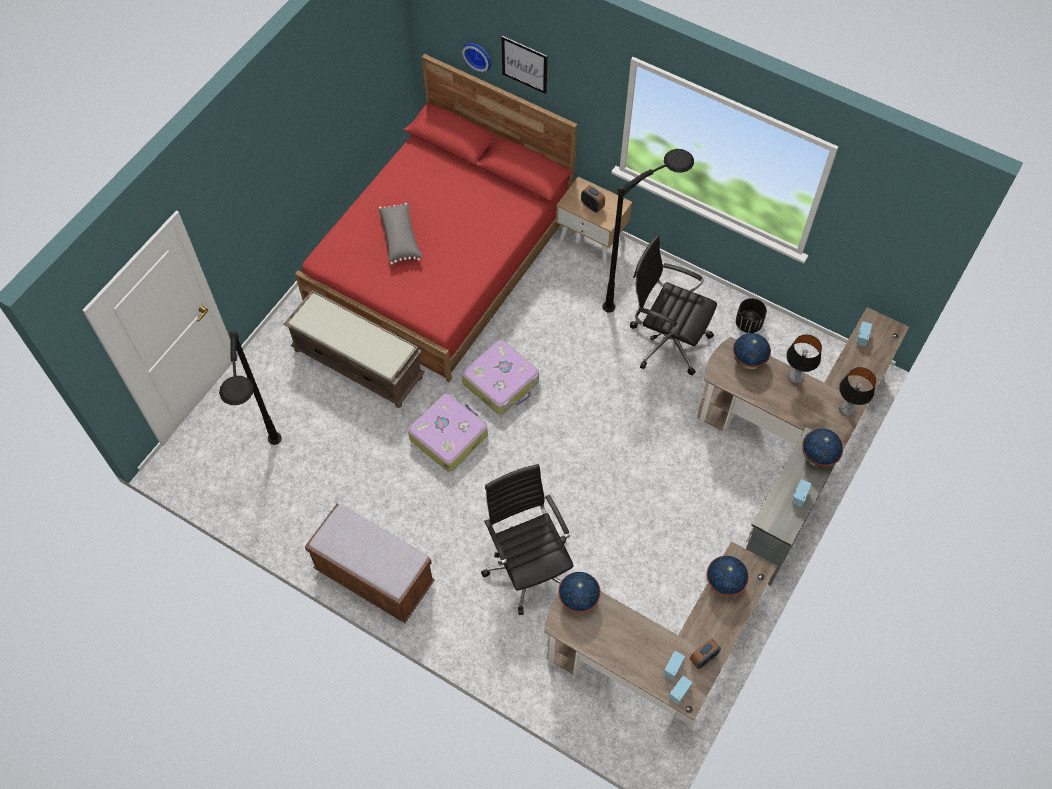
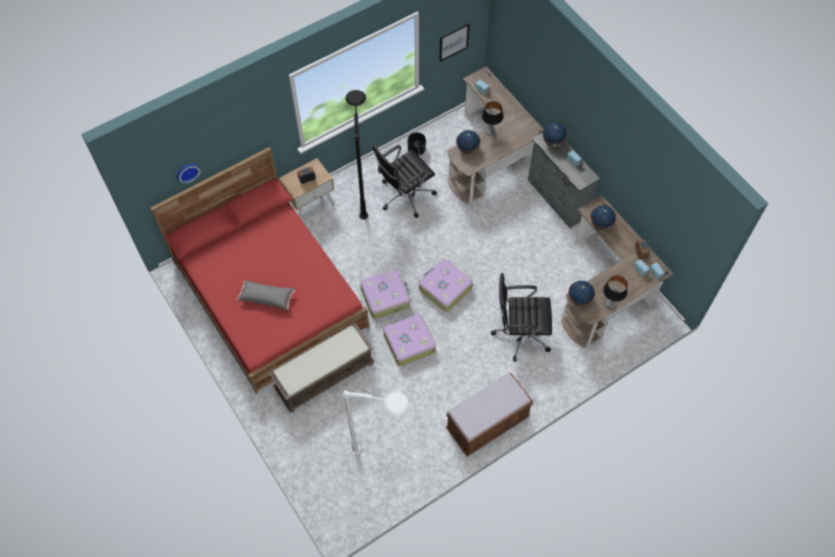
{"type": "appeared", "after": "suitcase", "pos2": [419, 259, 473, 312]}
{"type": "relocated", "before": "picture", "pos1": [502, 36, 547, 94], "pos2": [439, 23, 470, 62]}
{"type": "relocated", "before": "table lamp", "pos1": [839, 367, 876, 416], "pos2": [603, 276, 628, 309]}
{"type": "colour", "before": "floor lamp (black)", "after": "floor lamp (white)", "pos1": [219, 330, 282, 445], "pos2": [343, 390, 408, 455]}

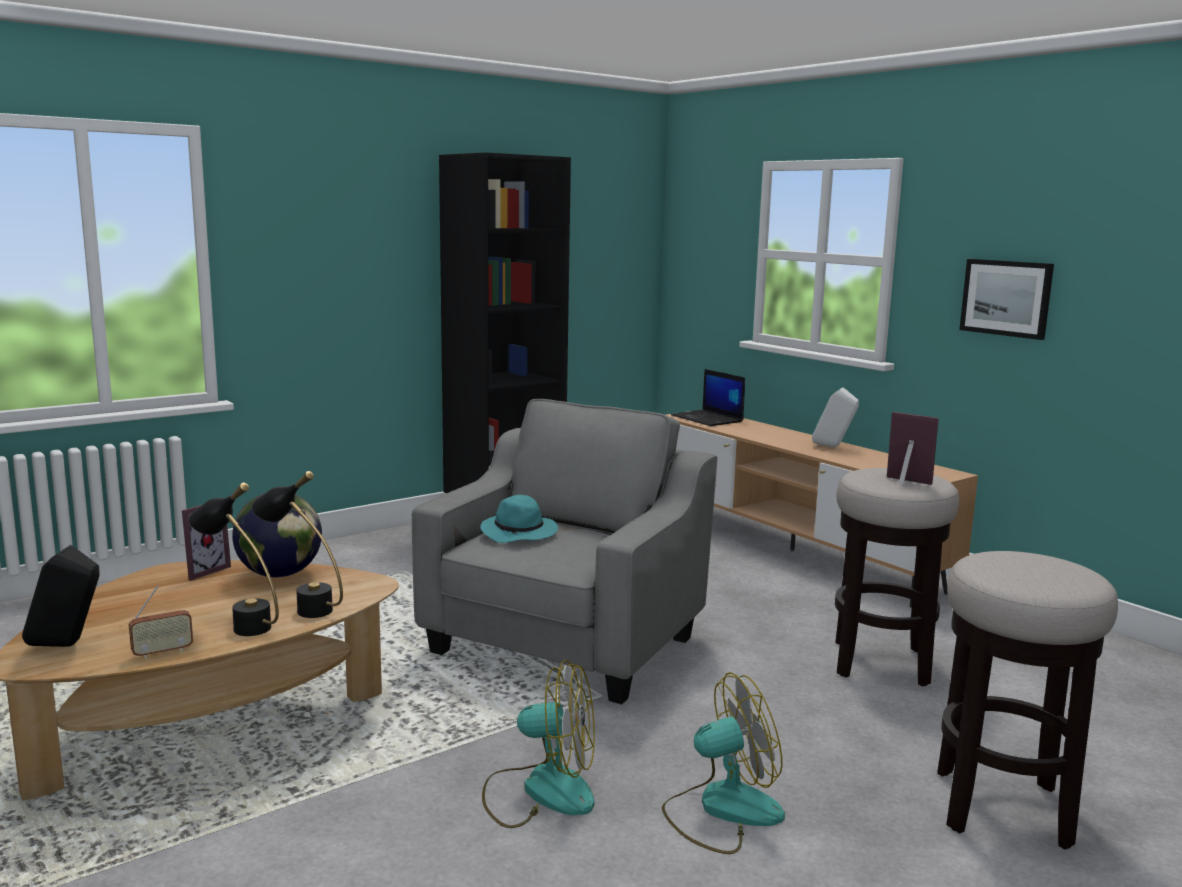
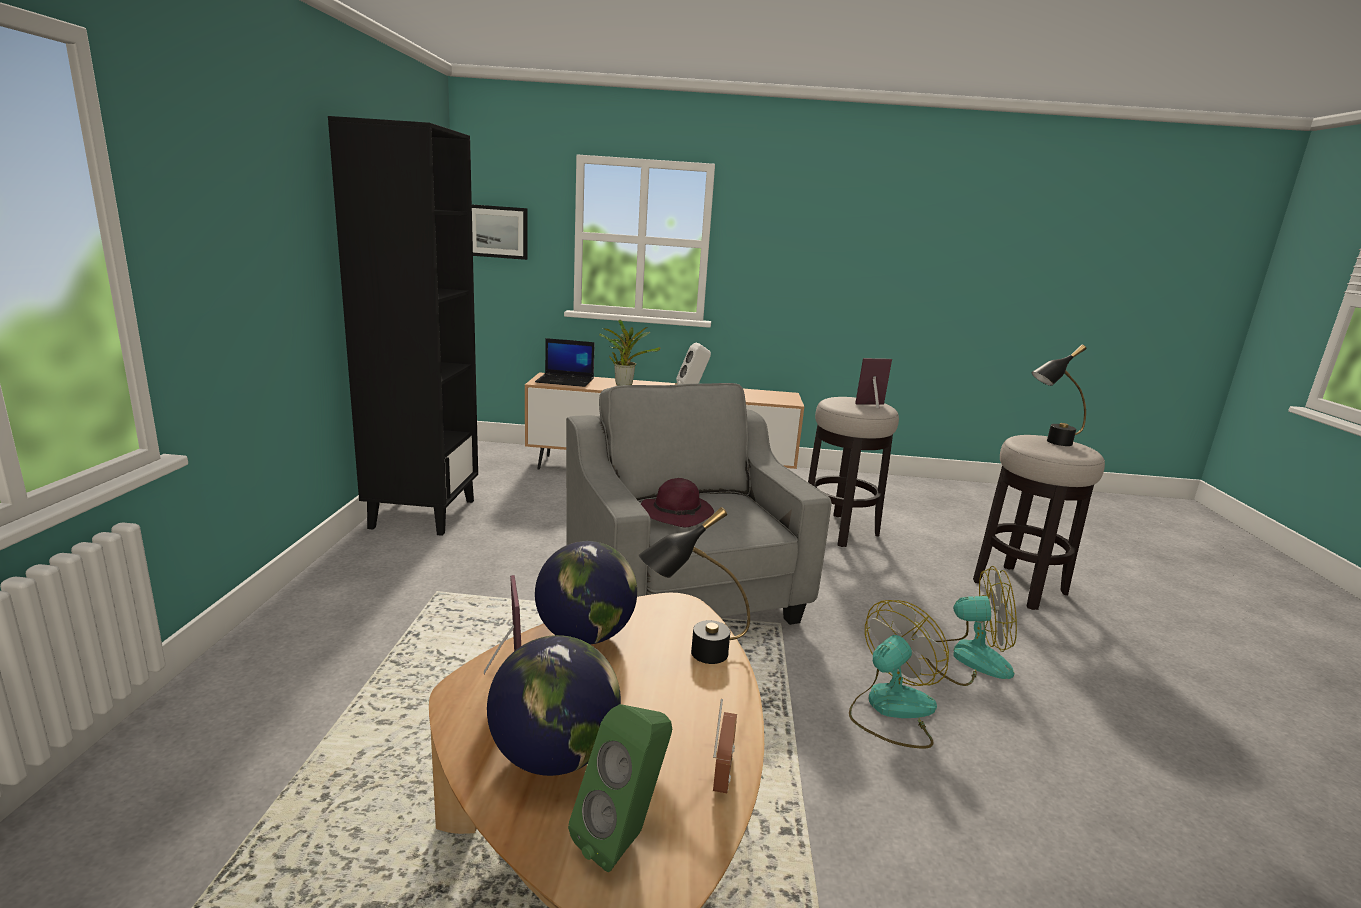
{"type": "appeared", "after": "globe", "pos2": [487, 635, 621, 776]}
{"type": "appeared", "after": "potted plant", "pos2": [599, 320, 661, 386]}
{"type": "relocated", "before": "table lamp (black)", "pos1": [189, 482, 279, 636], "pos2": [1031, 345, 1086, 446]}
{"type": "relocated", "before": "picture", "pos1": [959, 259, 1054, 340], "pos2": [472, 204, 528, 260]}
{"type": "colour", "before": "speaker (black)", "after": "speaker (green)", "pos1": [22, 545, 99, 647], "pos2": [568, 704, 672, 872]}
{"type": "colour", "before": "hat (turquoise)", "after": "hat (purple)", "pos1": [480, 495, 558, 543], "pos2": [641, 478, 714, 527]}
{"type": "spun", "before": "fan", "pos1": [662, 672, 785, 854], "pos2": [925, 566, 1017, 686], "turn": 75}

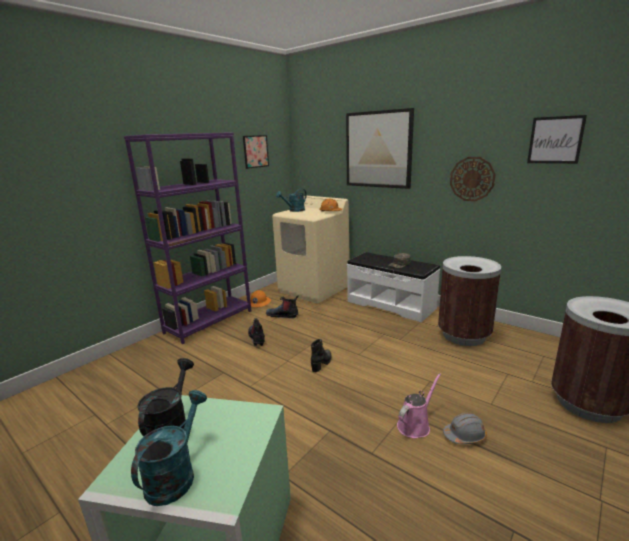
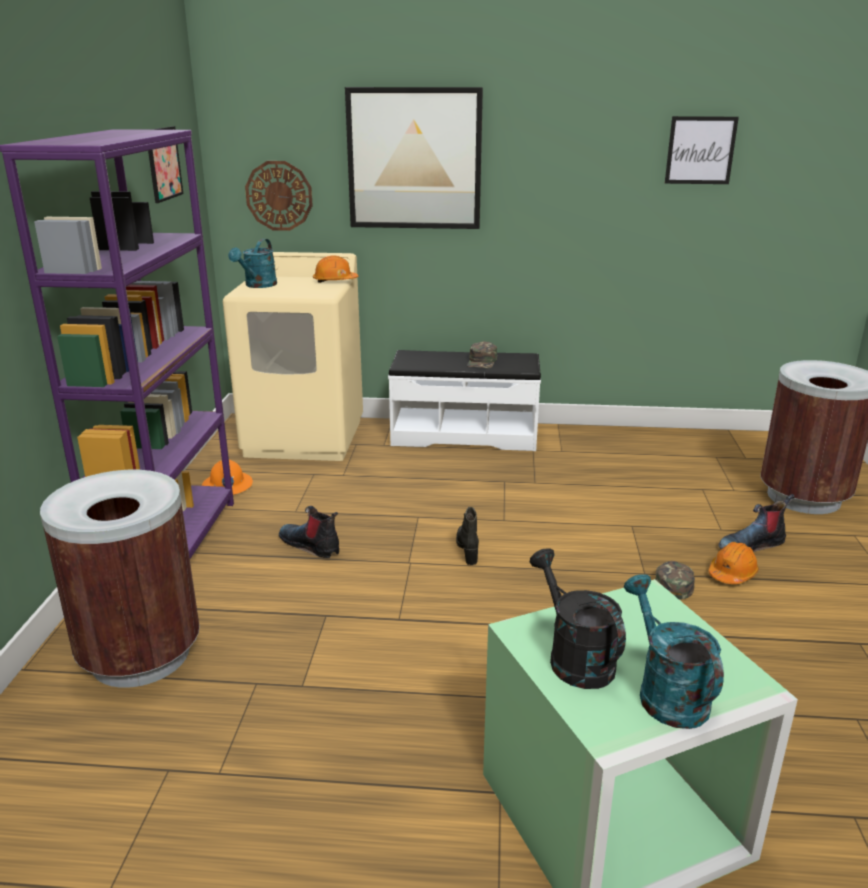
{"type": "relocated", "before": "boot", "pos1": [266, 296, 299, 318], "pos2": [718, 494, 795, 552]}
{"type": "relocated", "before": "trash can (brown)", "pos1": [438, 256, 501, 346], "pos2": [40, 470, 200, 688]}
{"type": "relocated", "before": "wall clock", "pos1": [450, 157, 496, 201], "pos2": [245, 161, 313, 231]}
{"type": "exchanged", "before": "watering can (pink)", "after": "cap (green)", "pos1": [397, 373, 441, 438], "pos2": [655, 561, 695, 600]}
{"type": "colour", "before": "hard hat (grey)", "after": "hard hat (orange)", "pos1": [443, 413, 487, 444], "pos2": [708, 542, 759, 584]}

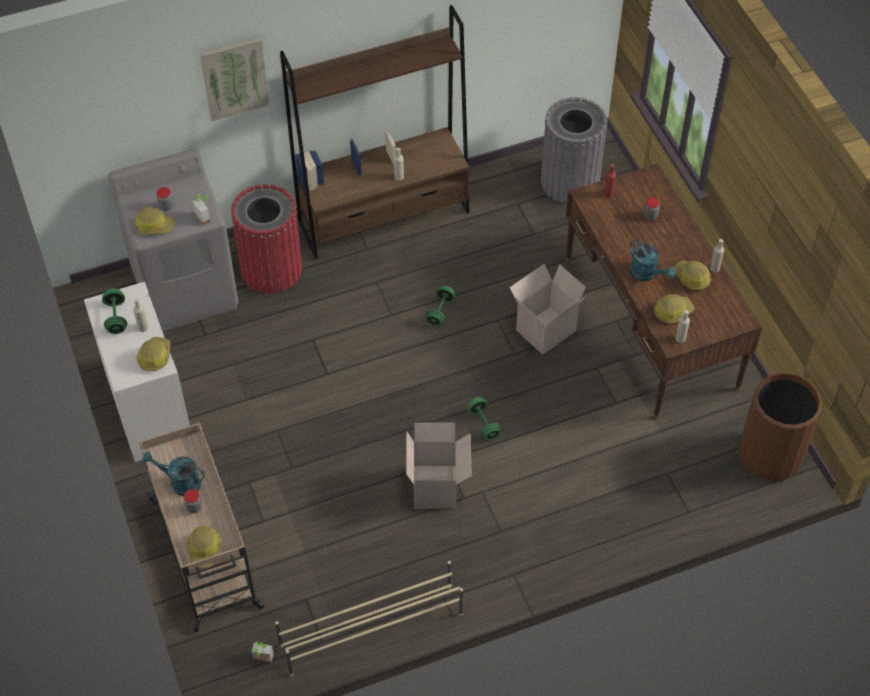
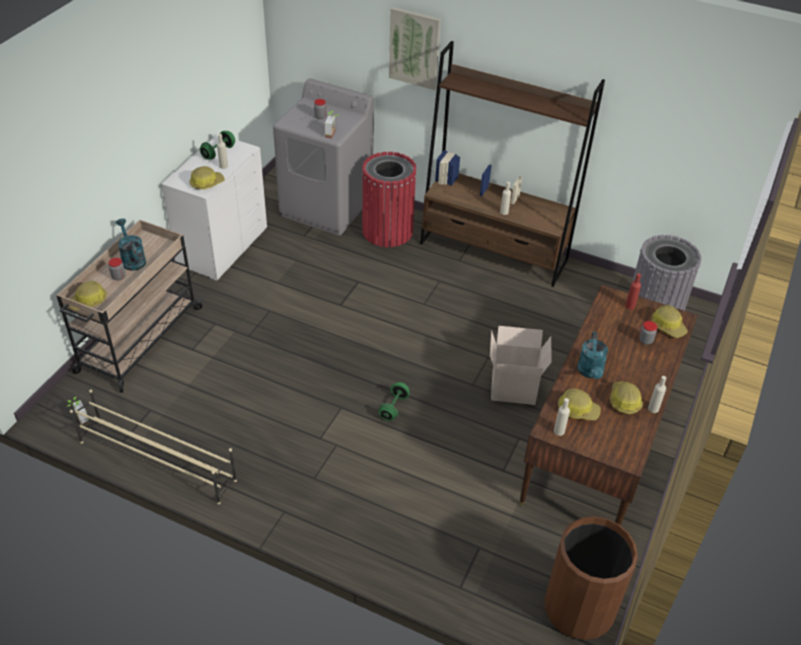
{"type": "missing", "before": "cardboard box", "pos1": [406, 423, 472, 509]}
{"type": "missing", "before": "dumbbell (green)", "pos1": [425, 286, 455, 326]}
{"type": "relocated", "before": "hard hat", "pos1": [134, 206, 175, 235], "pos2": [651, 305, 688, 338]}

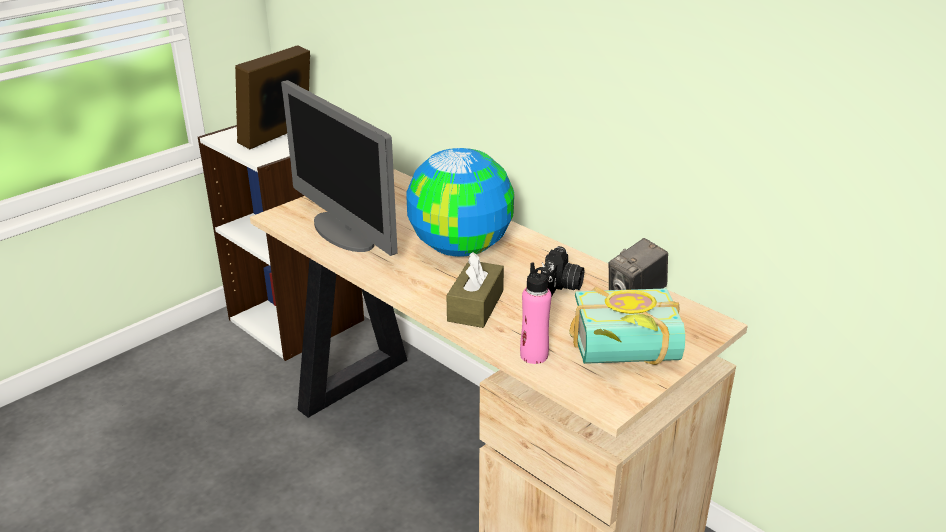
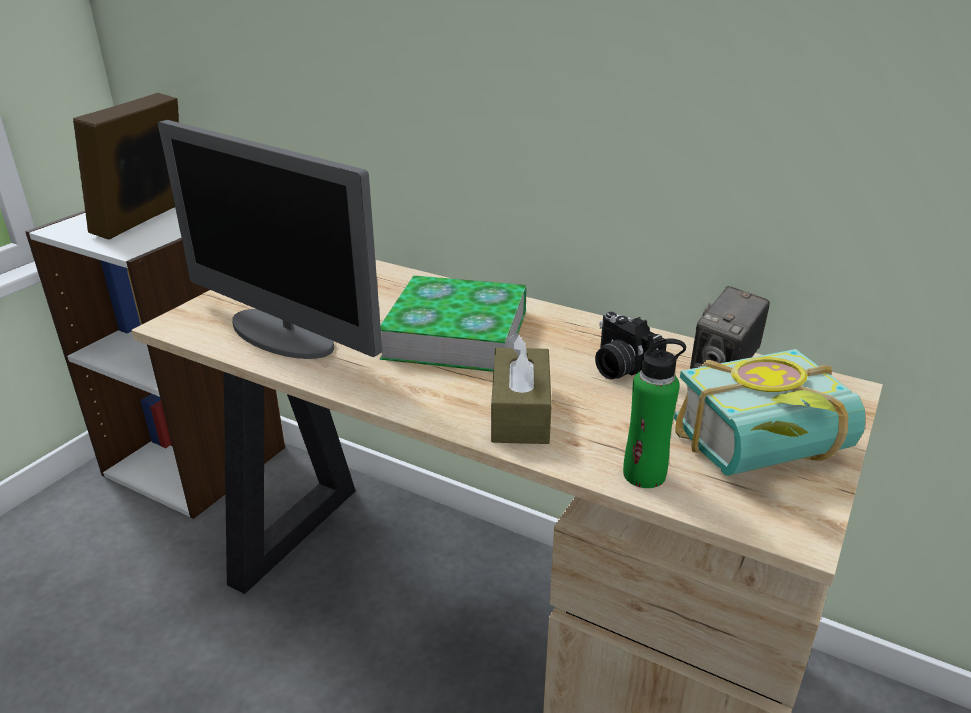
{"type": "exchanged", "before": "globe", "after": "book", "pos1": [406, 148, 514, 257], "pos2": [380, 275, 527, 372]}
{"type": "colour", "before": "bottle (pink)", "after": "bottle (green)", "pos1": [520, 262, 552, 364], "pos2": [623, 333, 686, 488]}
{"type": "spun", "before": "photo camera", "pos1": [541, 246, 584, 295], "pos2": [595, 312, 667, 379], "turn": 135}

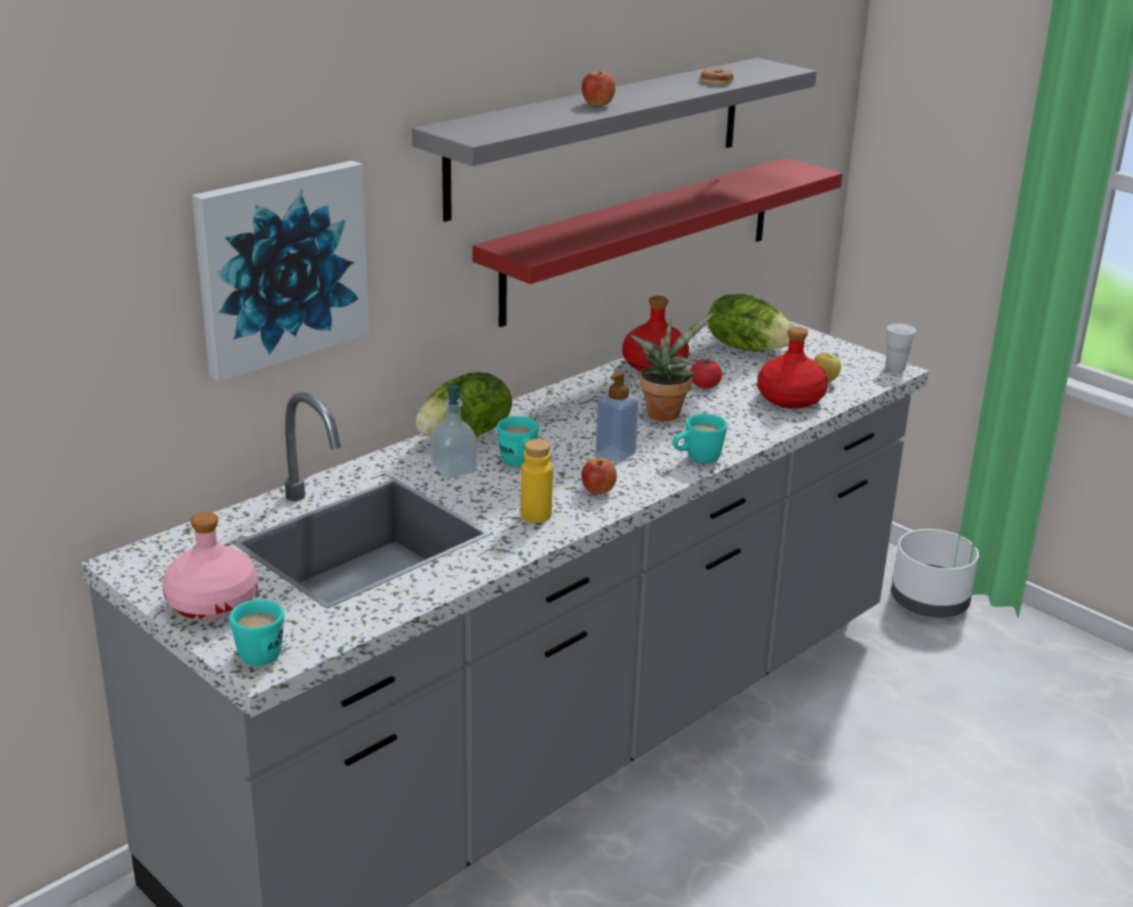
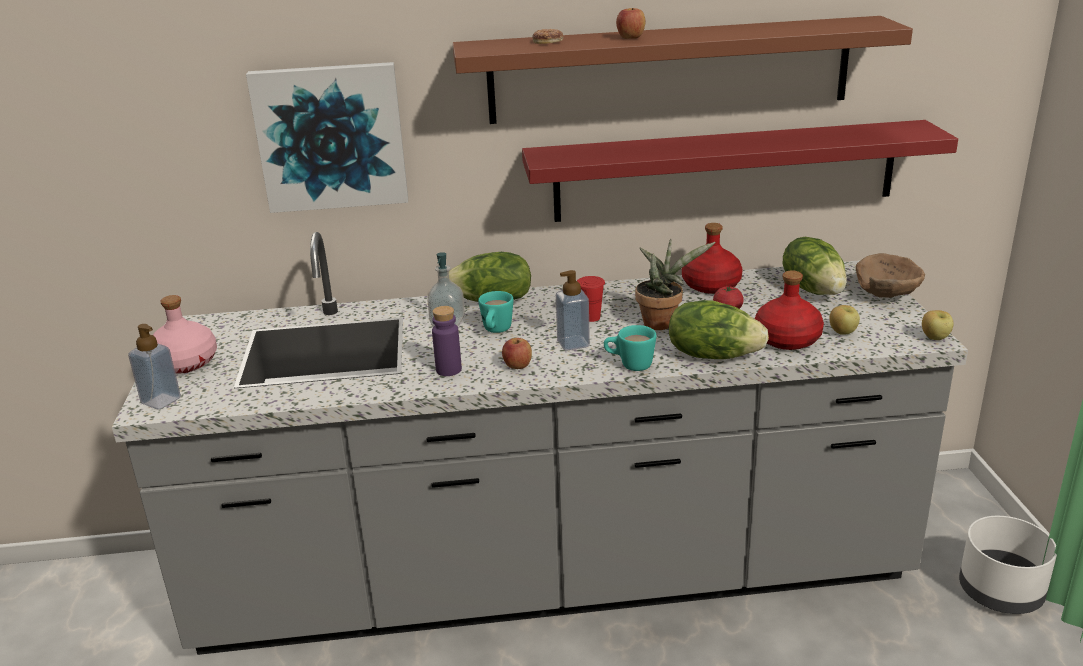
{"type": "appeared", "after": "cup (red)", "pos2": [577, 276, 605, 322]}
{"type": "appeared", "after": "lettuce", "pos2": [669, 300, 769, 359]}
{"type": "appeared", "after": "bowl (brown)", "pos2": [856, 253, 925, 298]}
{"type": "relocated", "before": "donut", "pos1": [700, 68, 734, 85], "pos2": [532, 29, 563, 44]}
{"type": "exchanged", "before": "mug (turquoise)", "after": "soap dispenser", "pos1": [229, 599, 284, 666], "pos2": [128, 324, 181, 409]}
{"type": "exchanged", "before": "cup (white)", "after": "apple", "pos1": [886, 324, 917, 371], "pos2": [922, 310, 954, 340]}
{"type": "colour", "before": "shelf (grey)", "after": "shelf (brown)", "pos1": [412, 58, 817, 222], "pos2": [453, 16, 913, 124]}
{"type": "colour", "before": "bottle (yellow)", "after": "bottle (purple)", "pos1": [521, 439, 553, 523], "pos2": [432, 306, 462, 376]}

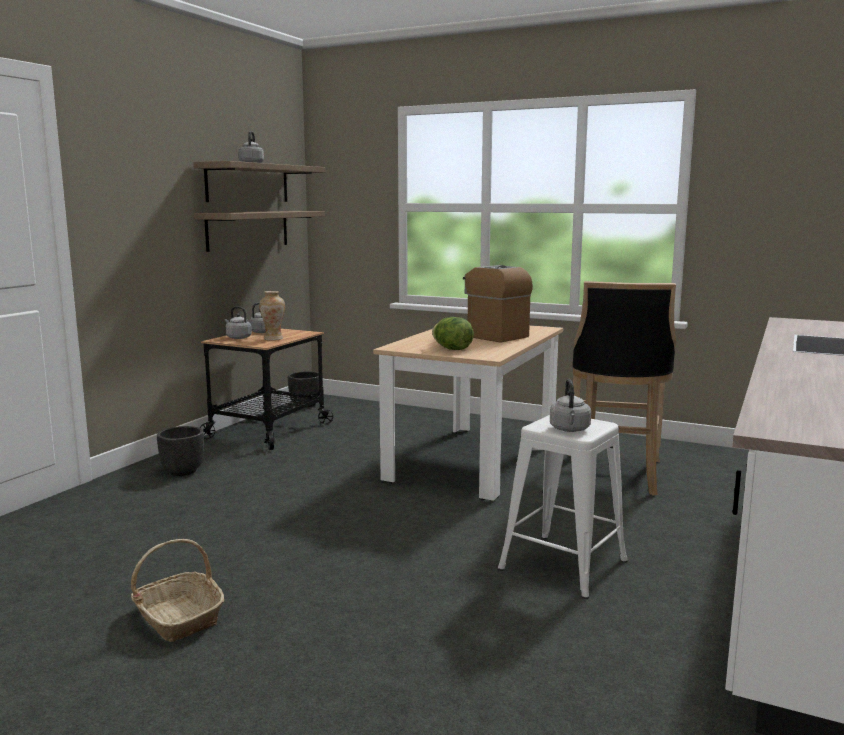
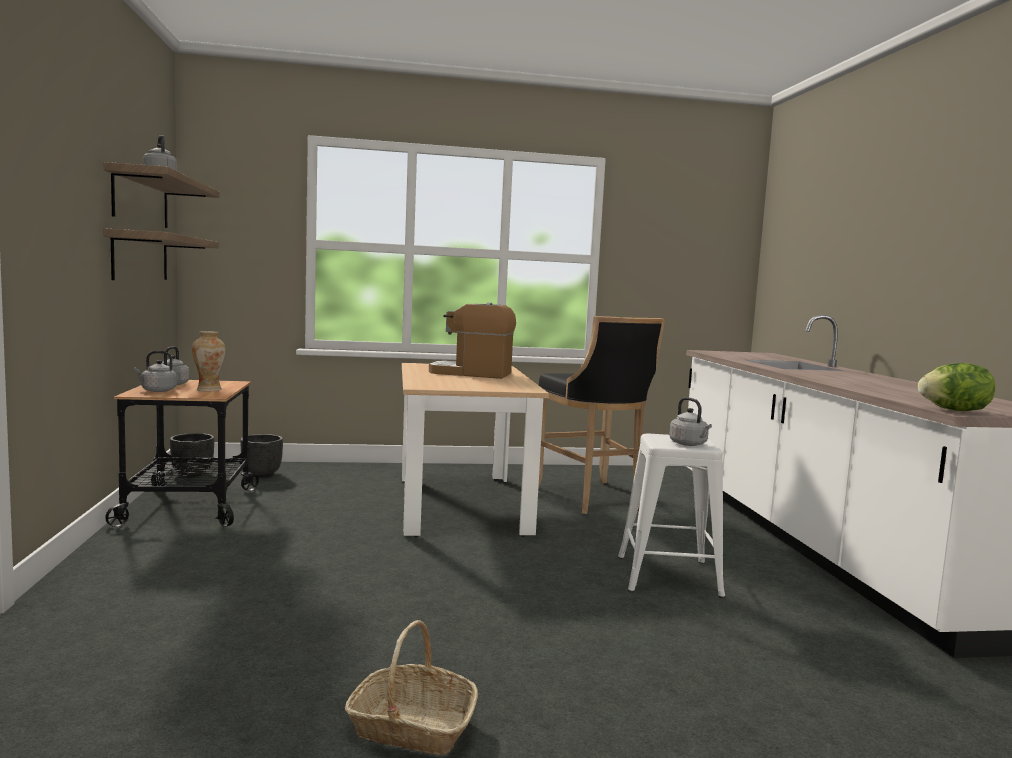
{"type": "relocated", "before": "planter (black)", "pos1": [157, 426, 204, 476], "pos2": [240, 434, 283, 478]}
{"type": "relocated", "before": "lettuce", "pos1": [432, 317, 474, 350], "pos2": [918, 363, 995, 411]}

